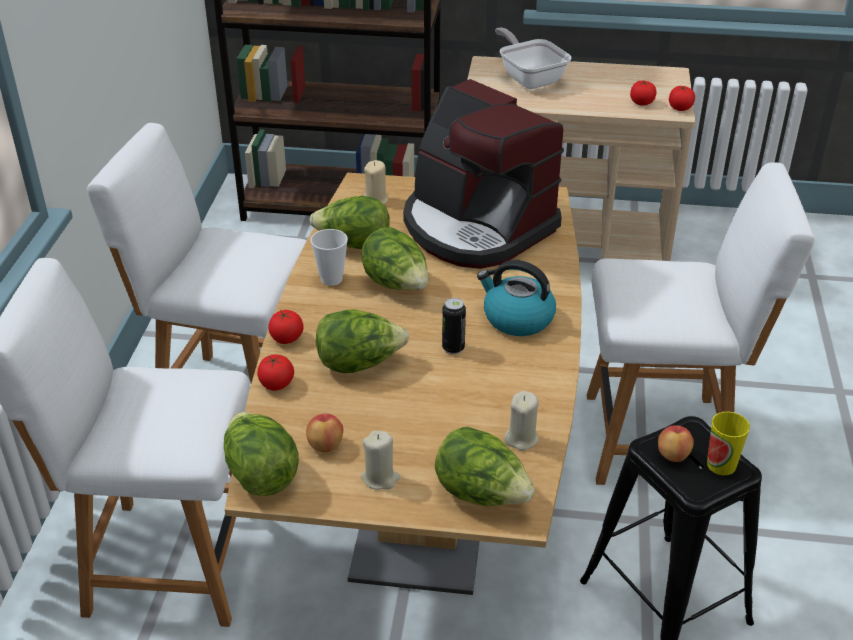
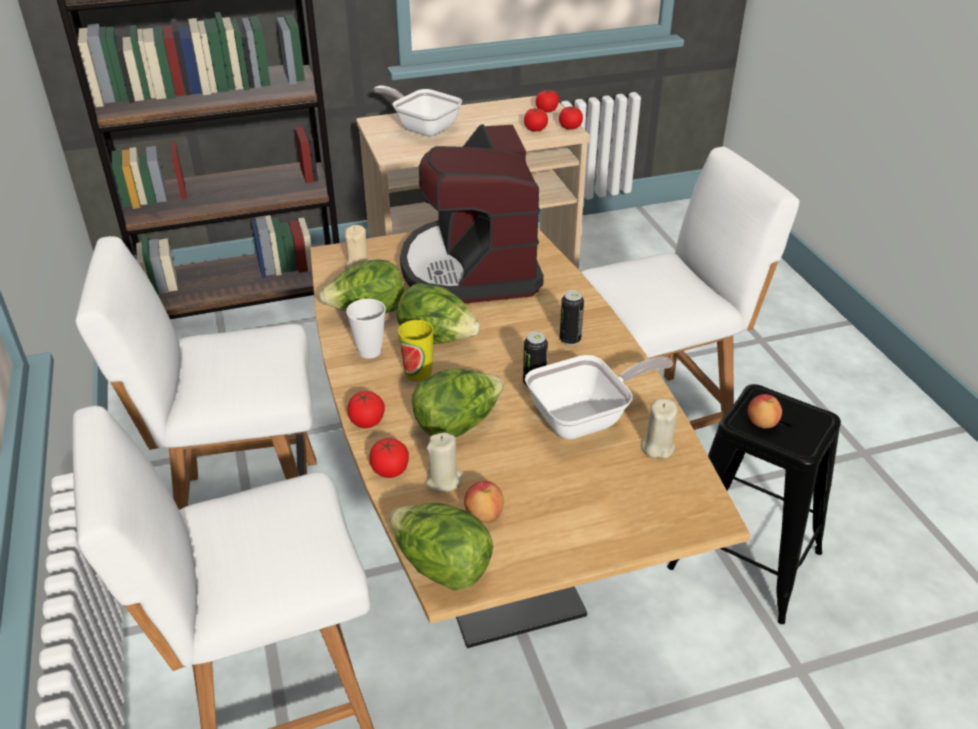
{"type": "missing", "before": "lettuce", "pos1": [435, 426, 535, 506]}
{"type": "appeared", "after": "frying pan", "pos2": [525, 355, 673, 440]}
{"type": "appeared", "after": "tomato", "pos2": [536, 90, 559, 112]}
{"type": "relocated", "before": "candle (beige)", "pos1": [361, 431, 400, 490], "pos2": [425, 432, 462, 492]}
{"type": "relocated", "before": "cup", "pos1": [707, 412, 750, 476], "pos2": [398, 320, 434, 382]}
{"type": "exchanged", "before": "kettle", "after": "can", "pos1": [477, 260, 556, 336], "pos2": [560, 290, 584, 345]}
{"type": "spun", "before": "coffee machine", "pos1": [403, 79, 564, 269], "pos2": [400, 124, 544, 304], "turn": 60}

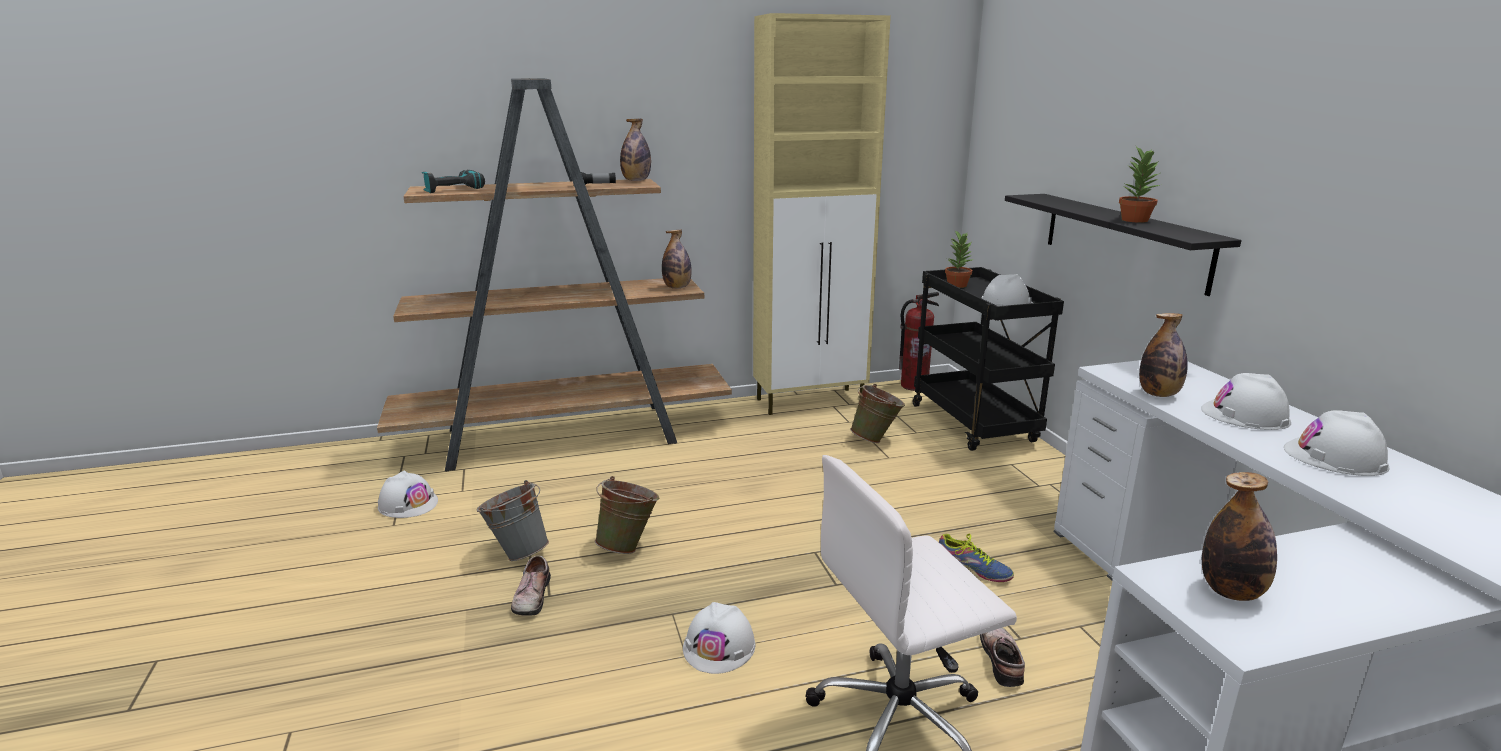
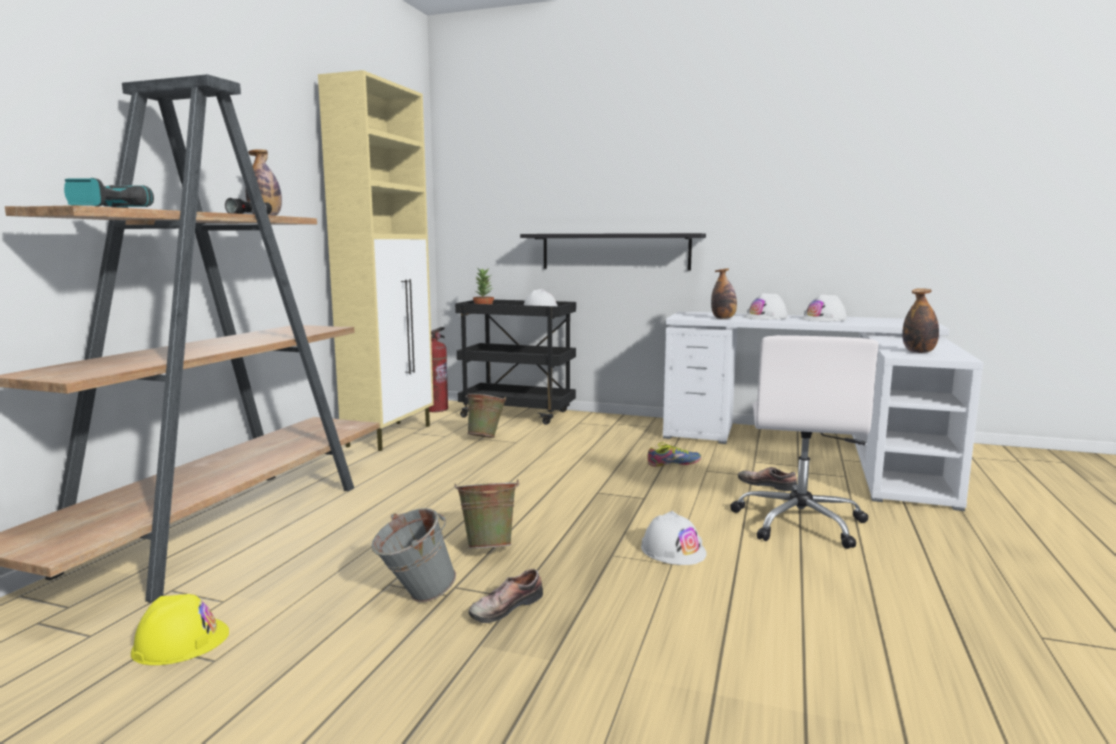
{"type": "missing", "before": "bottle", "pos1": [662, 229, 692, 289]}
{"type": "missing", "before": "potted plant", "pos1": [1119, 146, 1160, 223]}
{"type": "colour", "before": "hard hat (white)", "after": "hard hat (yellow)", "pos1": [378, 470, 438, 518], "pos2": [131, 594, 229, 665]}
{"type": "spun", "before": "shoe", "pos1": [511, 555, 551, 616], "pos2": [469, 569, 543, 623], "turn": 105}

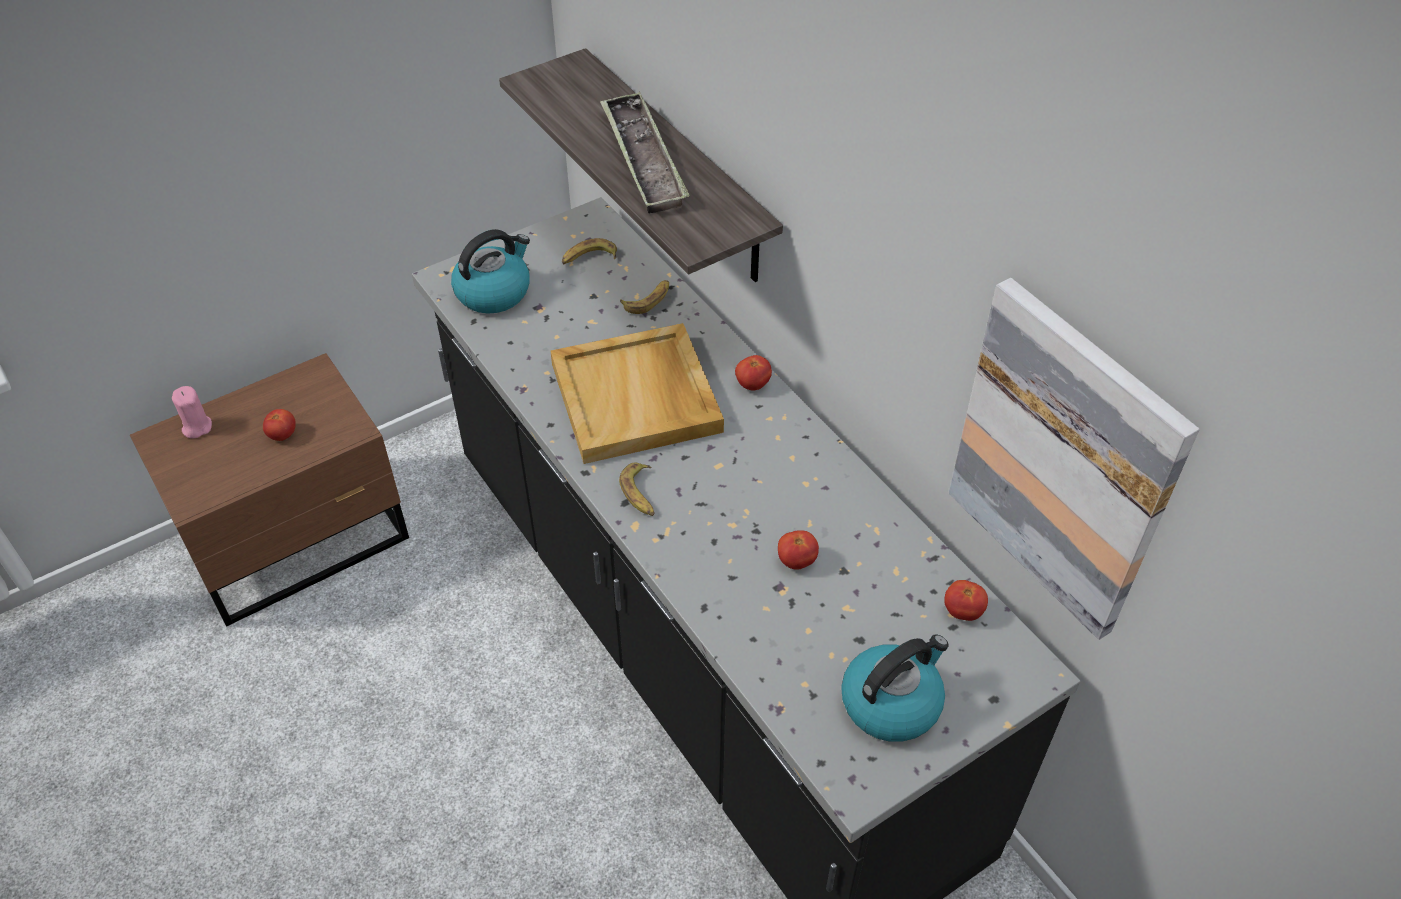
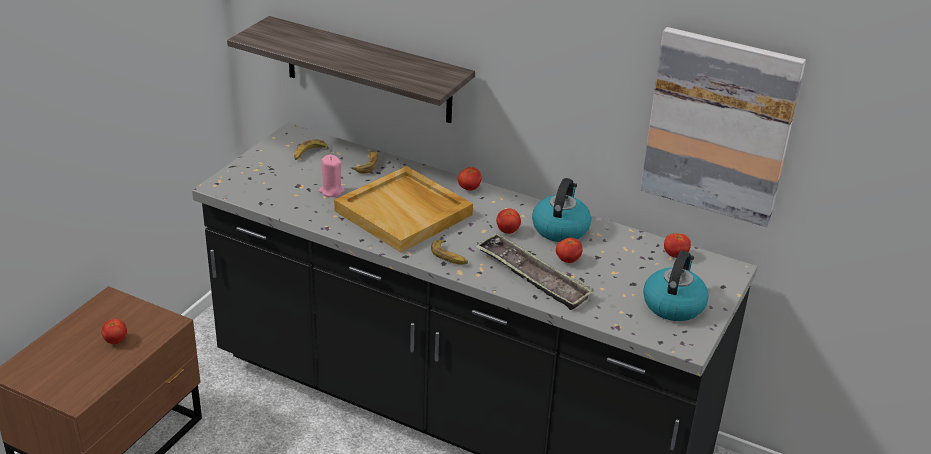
{"type": "appeared", "after": "tomato", "pos2": [496, 208, 521, 234]}
{"type": "relocated", "before": "candle (pink)", "pos1": [172, 386, 212, 438], "pos2": [318, 154, 345, 197]}
{"type": "relocated", "before": "kettle", "pos1": [451, 229, 530, 313], "pos2": [532, 178, 591, 242]}
{"type": "relocated", "before": "tray", "pos1": [600, 92, 690, 214], "pos2": [475, 233, 594, 310]}

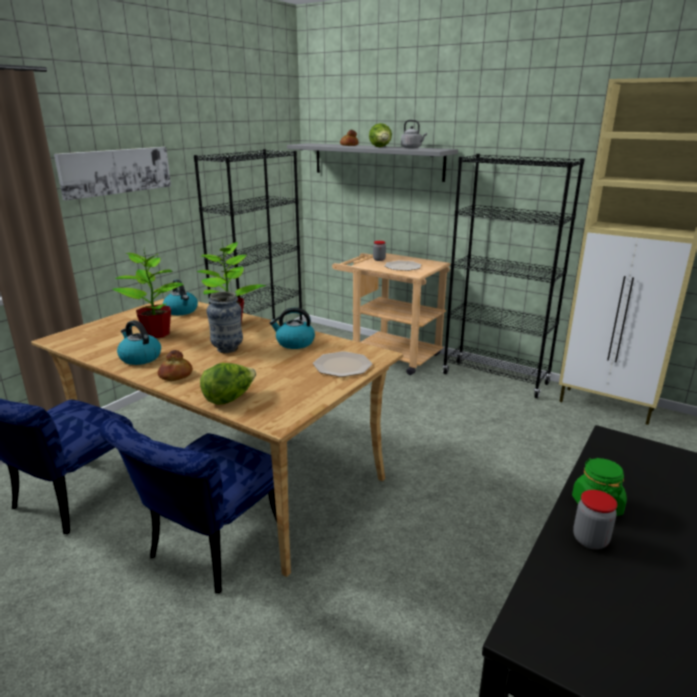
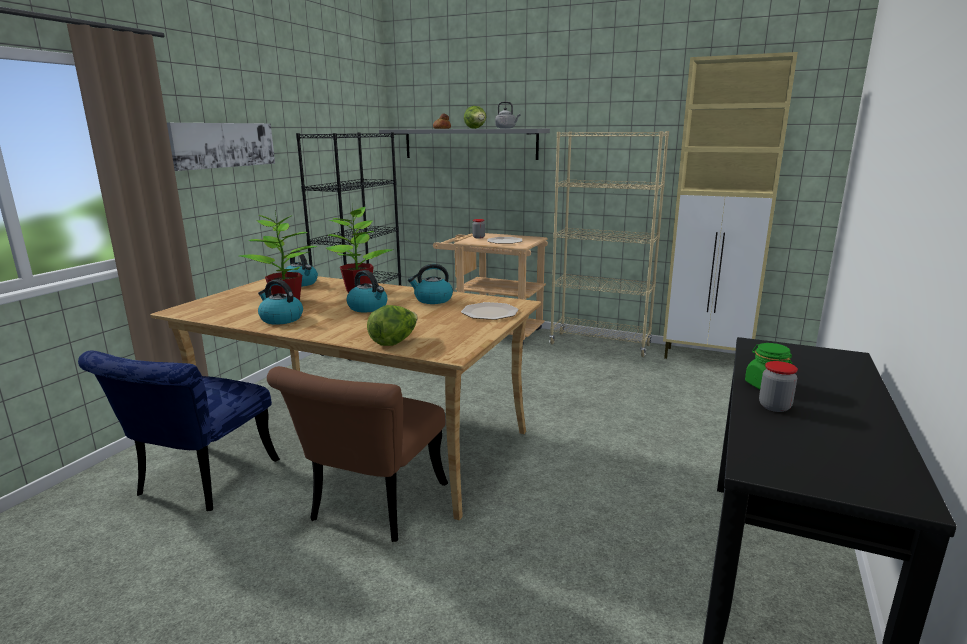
{"type": "missing", "before": "bread", "pos1": [158, 350, 193, 381]}
{"type": "exchanged", "before": "vase", "after": "kettle", "pos1": [206, 292, 243, 353], "pos2": [346, 270, 387, 312]}
{"type": "colour", "before": "chair (blue)", "after": "chair (brown)", "pos1": [100, 418, 277, 593], "pos2": [267, 366, 448, 542]}
{"type": "colour", "before": "bookcase (black)", "after": "bookcase (beige)", "pos1": [442, 154, 585, 398], "pos2": [549, 131, 669, 357]}

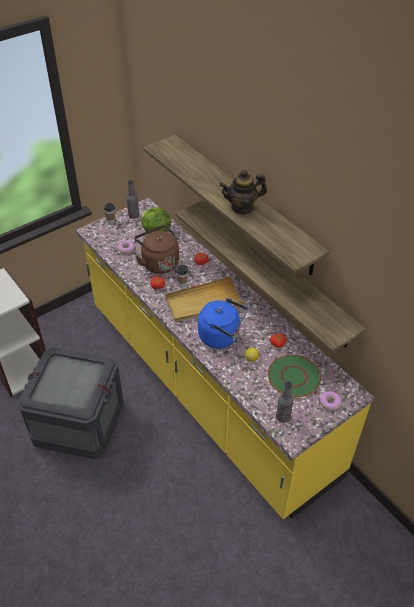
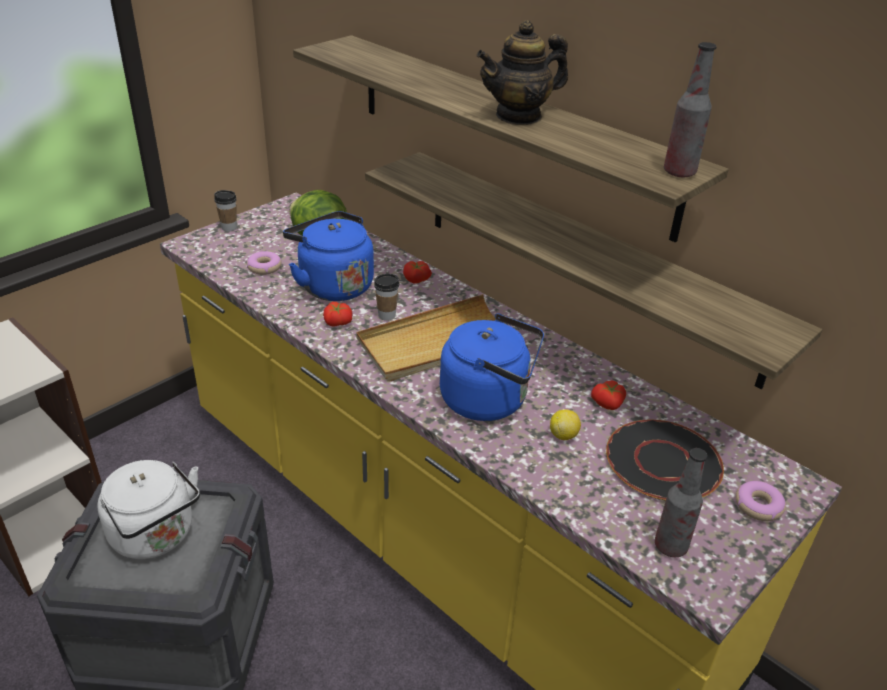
{"type": "appeared", "after": "kettle (white)", "pos2": [97, 460, 200, 559]}
{"type": "relocated", "before": "bottle", "pos1": [127, 180, 139, 219], "pos2": [664, 42, 716, 177]}
{"type": "colour", "before": "kettle (brown)", "after": "kettle (blue)", "pos1": [134, 225, 179, 274], "pos2": [283, 211, 374, 301]}
{"type": "colour", "before": "plate (green)", "after": "plate (black)", "pos1": [268, 355, 321, 397], "pos2": [606, 420, 724, 501]}

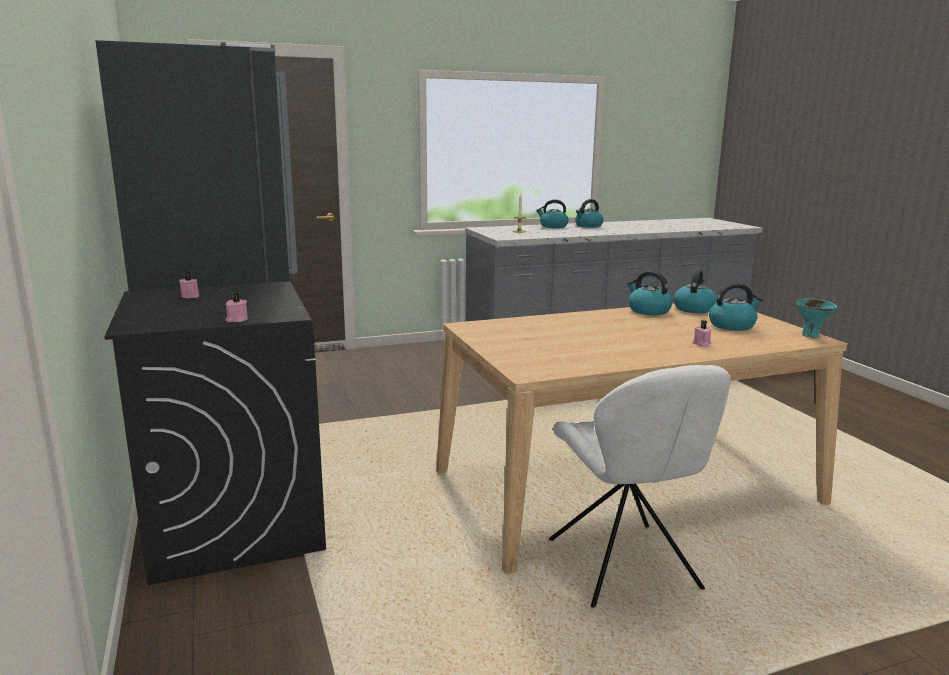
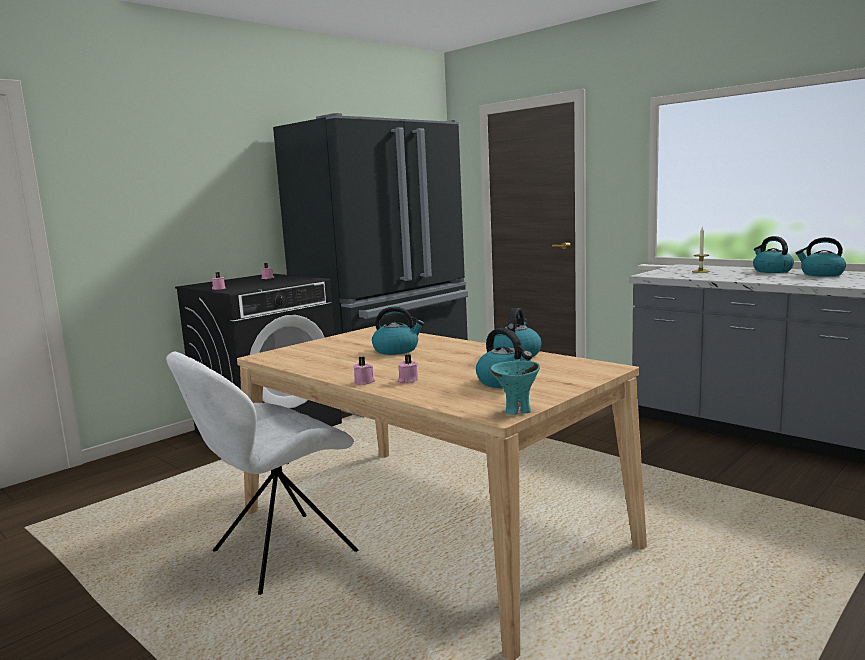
{"type": "appeared", "after": "candle (pink)", "pos2": [353, 356, 375, 385]}
{"type": "relocated", "before": "kettle", "pos1": [673, 269, 717, 313], "pos2": [372, 307, 425, 355]}

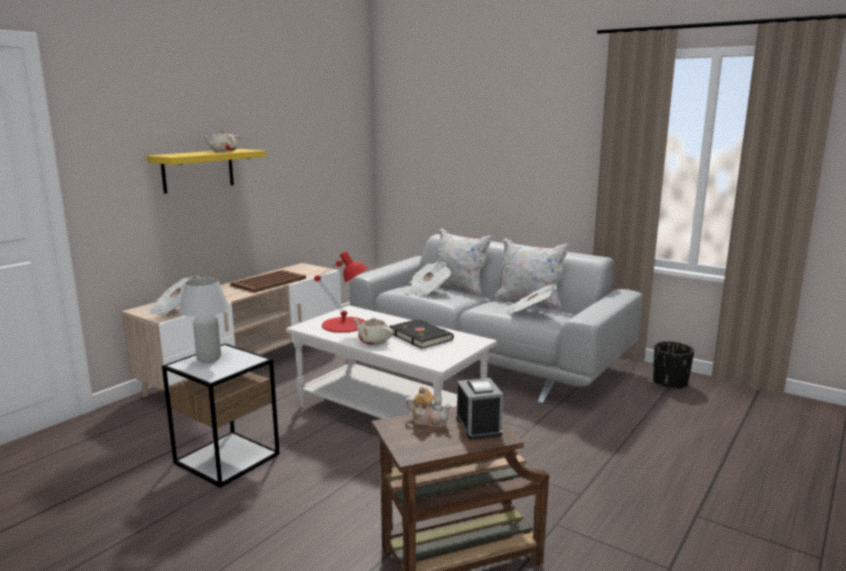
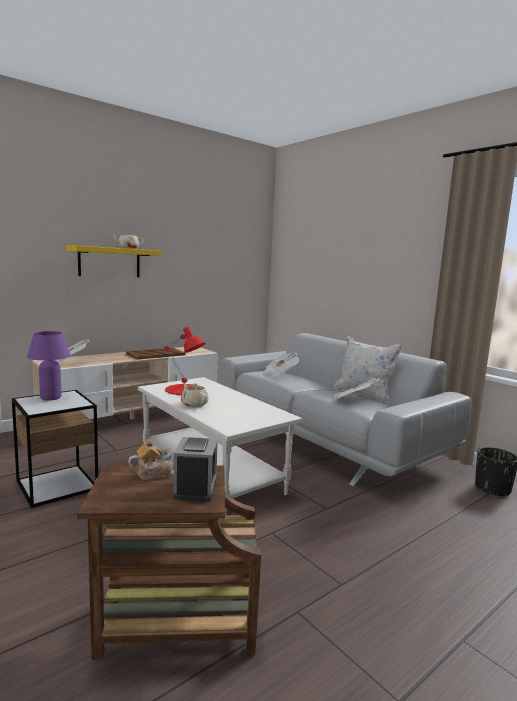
{"type": "missing", "before": "book (black)", "pos1": [389, 319, 454, 349]}
{"type": "missing", "before": "pillow (white)", "pos1": [436, 228, 493, 296]}
{"type": "colour", "before": "table lamp (white)", "after": "table lamp (purple)", "pos1": [179, 278, 229, 362], "pos2": [27, 331, 71, 400]}
{"type": "spun", "before": "teapot", "pos1": [405, 386, 451, 428], "pos2": [128, 439, 175, 480], "turn": -60}

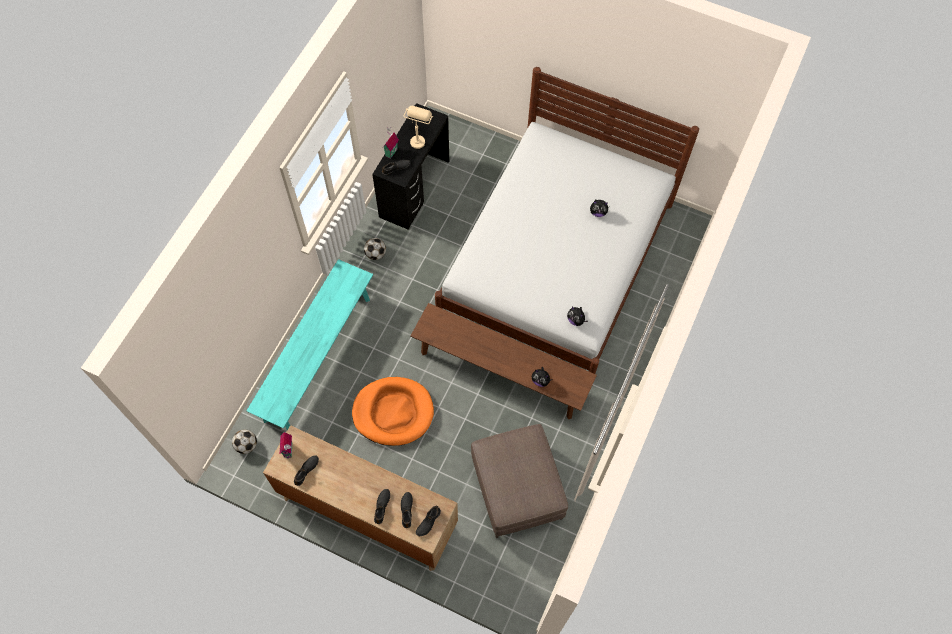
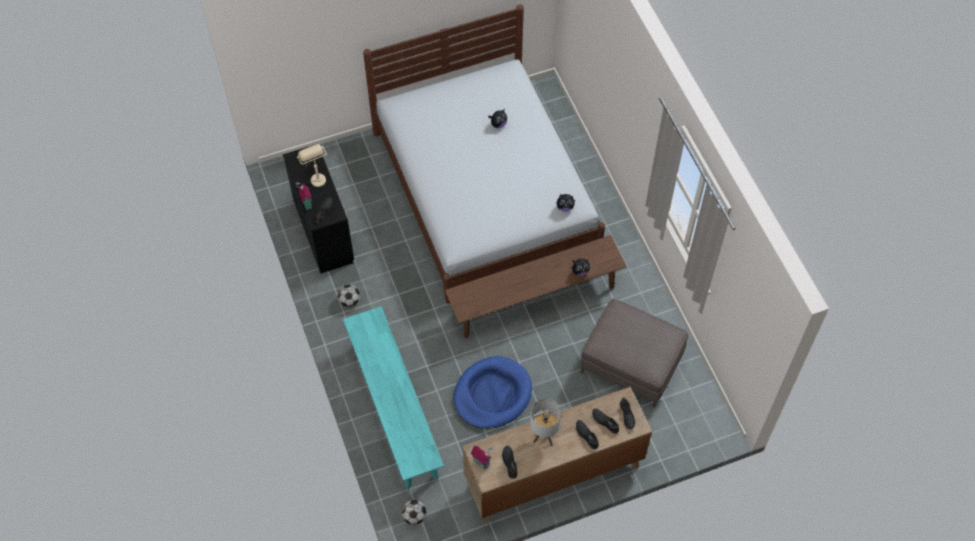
{"type": "appeared", "after": "table lamp", "pos2": [530, 399, 562, 446]}
{"type": "colour", "before": "dog bed (orange)", "after": "dog bed (blue)", "pos1": [352, 377, 434, 446], "pos2": [454, 356, 532, 429]}

